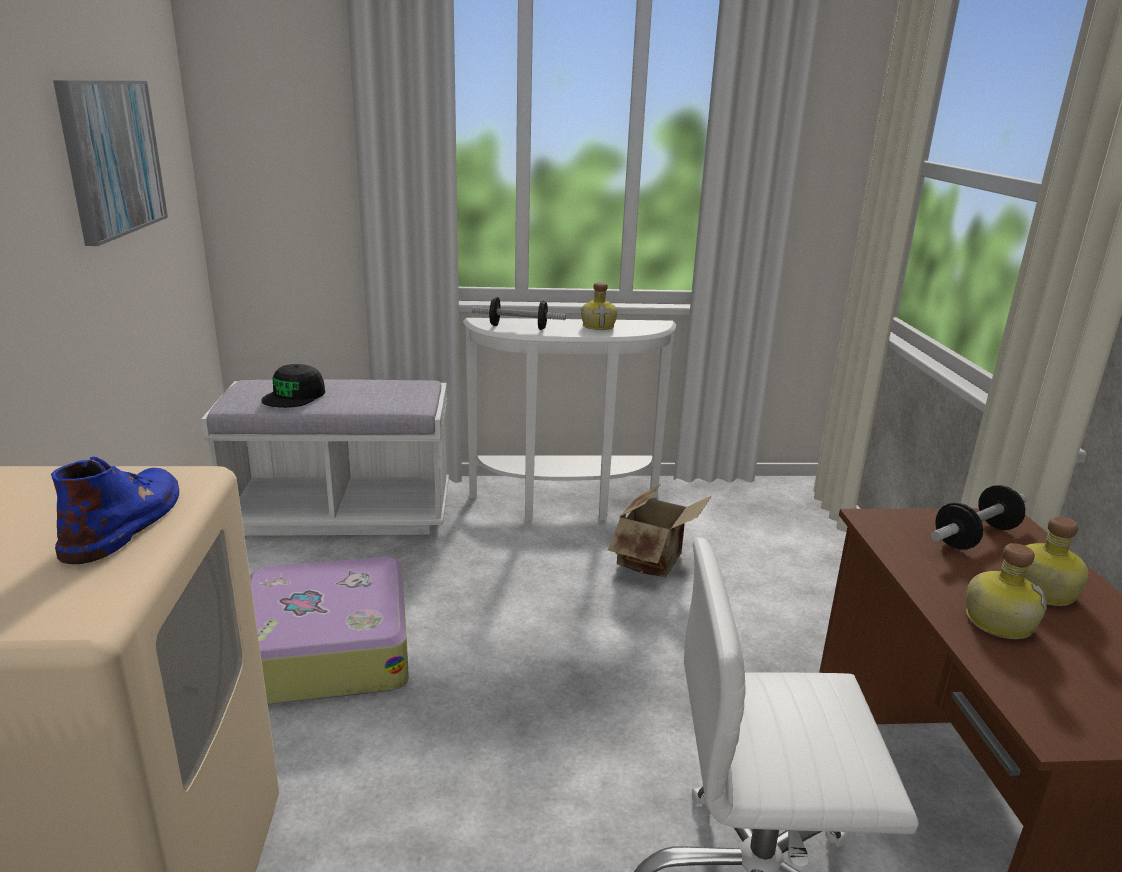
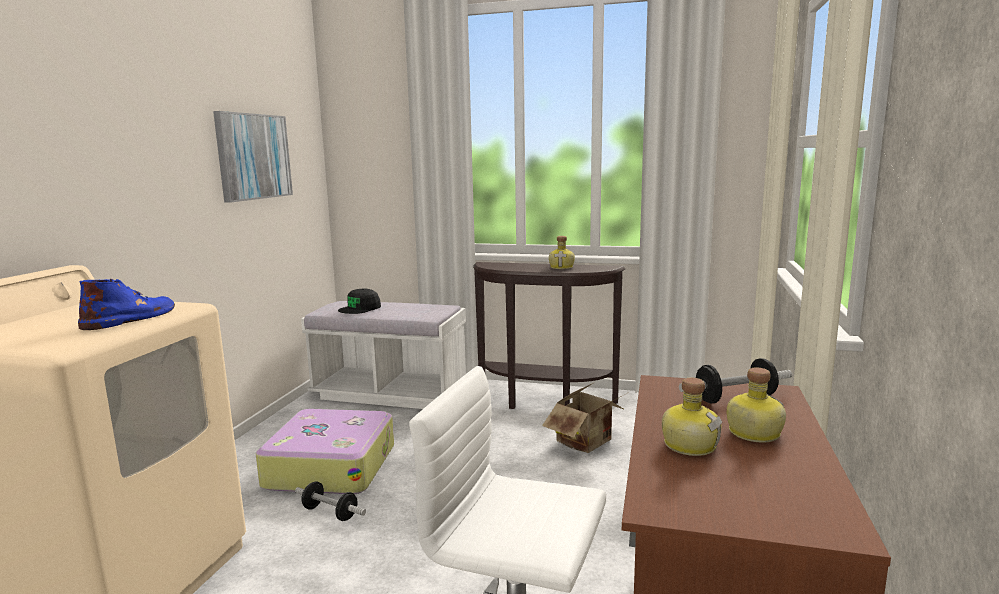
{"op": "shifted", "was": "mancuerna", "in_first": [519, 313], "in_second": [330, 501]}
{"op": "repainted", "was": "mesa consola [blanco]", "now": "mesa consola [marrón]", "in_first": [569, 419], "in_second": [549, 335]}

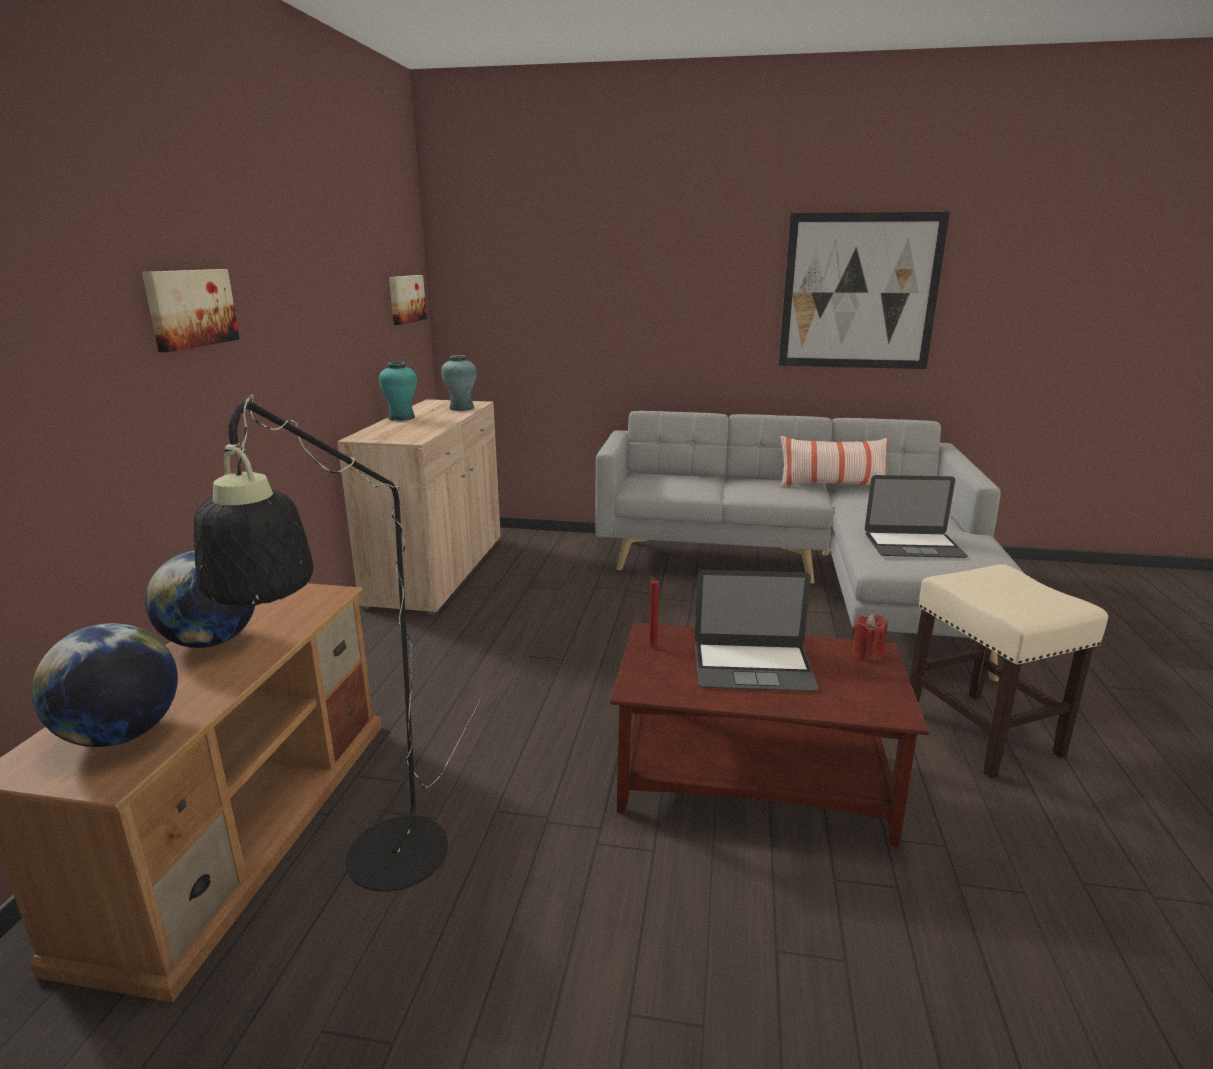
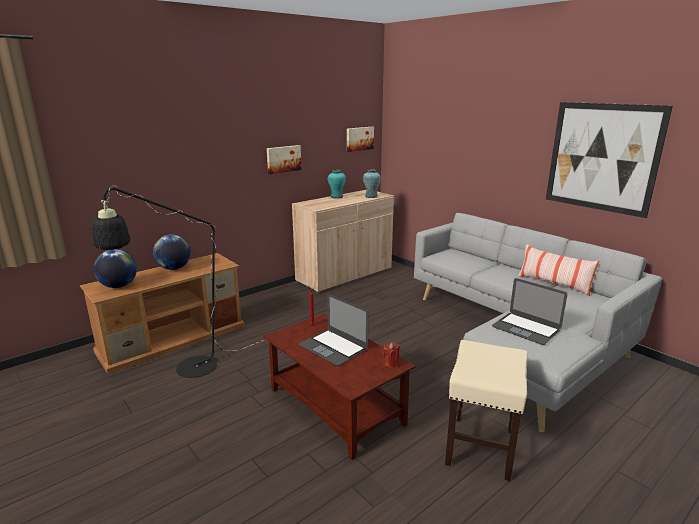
{"op": "shifted", "was": "cuadro", "in_first": [191, 310], "in_second": [284, 159]}

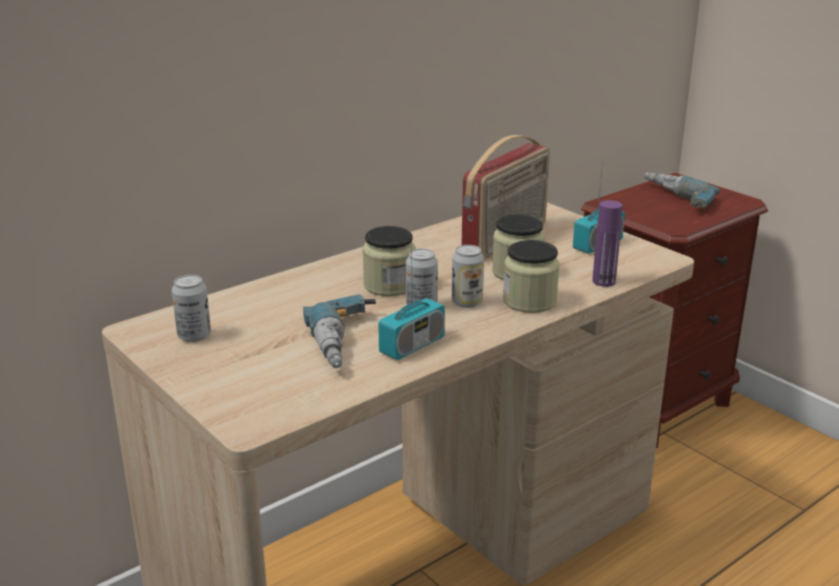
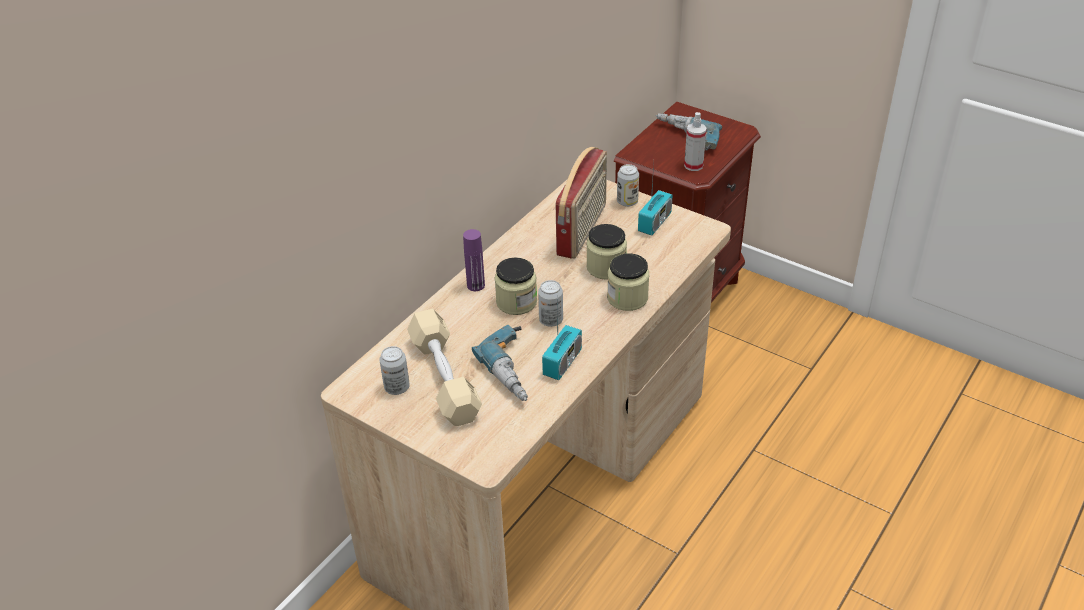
{"op": "new", "now": "mancuerna [beis]", "in_second": [444, 367]}
{"op": "new", "now": "pulverizador", "in_second": [695, 141]}
{"op": "shifted", "was": "lata", "in_first": [468, 276], "in_second": [628, 185]}
{"op": "shifted", "was": "botella [morado]", "in_first": [607, 243], "in_second": [474, 260]}

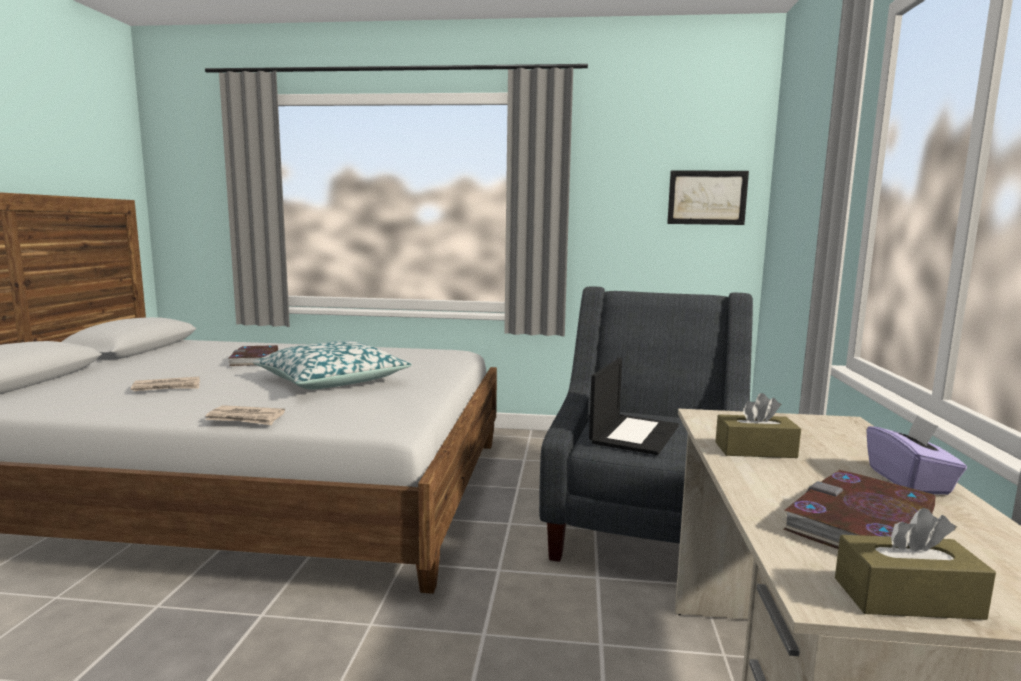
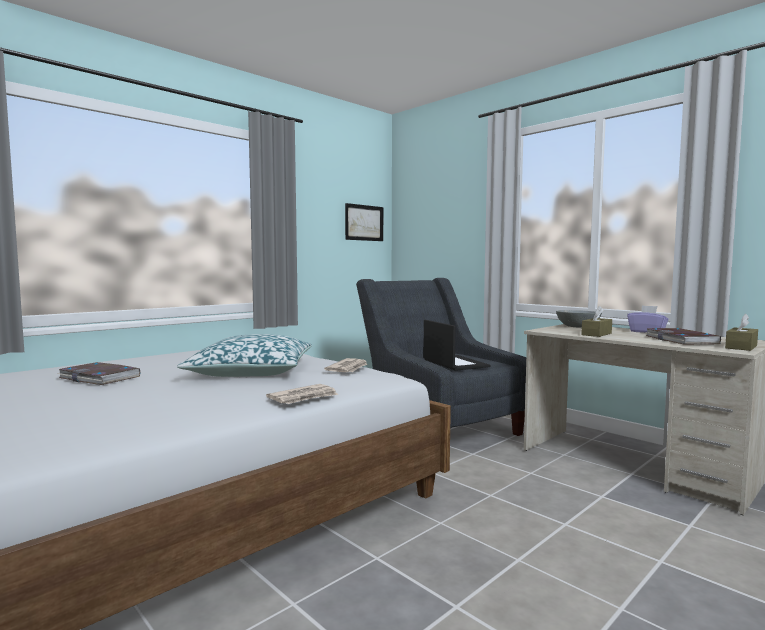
{"op": "new", "now": "cuenco [gris]", "in_second": [579, 319]}
{"op": "shifted", "was": "periódico", "in_first": [165, 384], "in_second": [346, 365]}

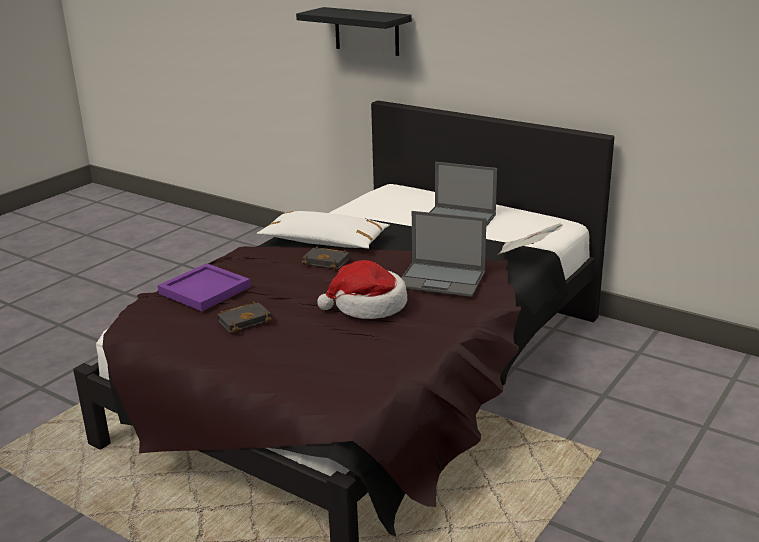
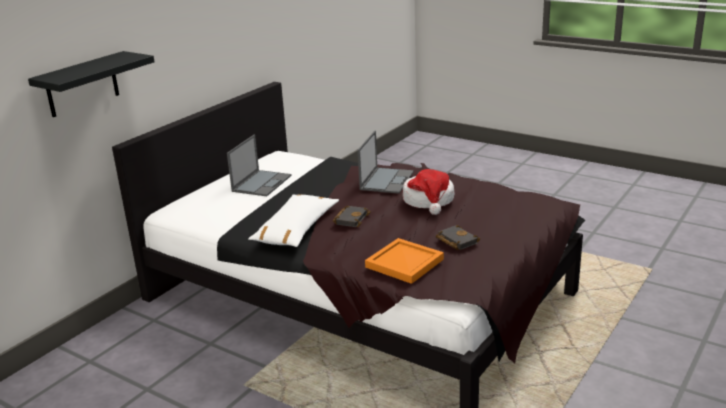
{"op": "gone", "was": "periódico", "in_first": [531, 238]}
{"op": "repainted", "was": "bandeja [morado]", "now": "bandeja [naranja]", "in_first": [204, 287], "in_second": [404, 261]}

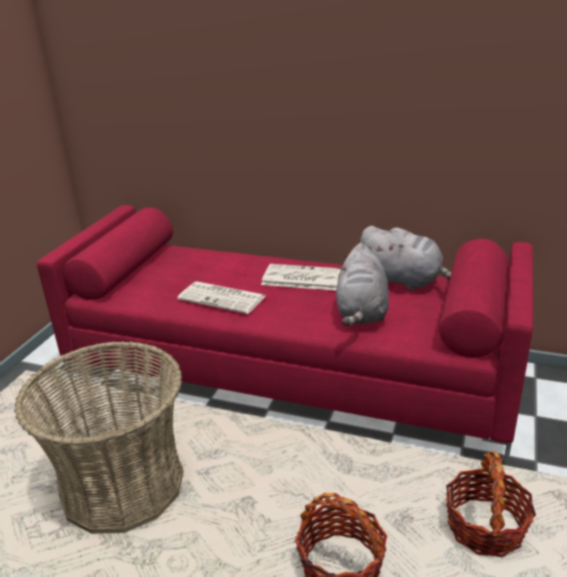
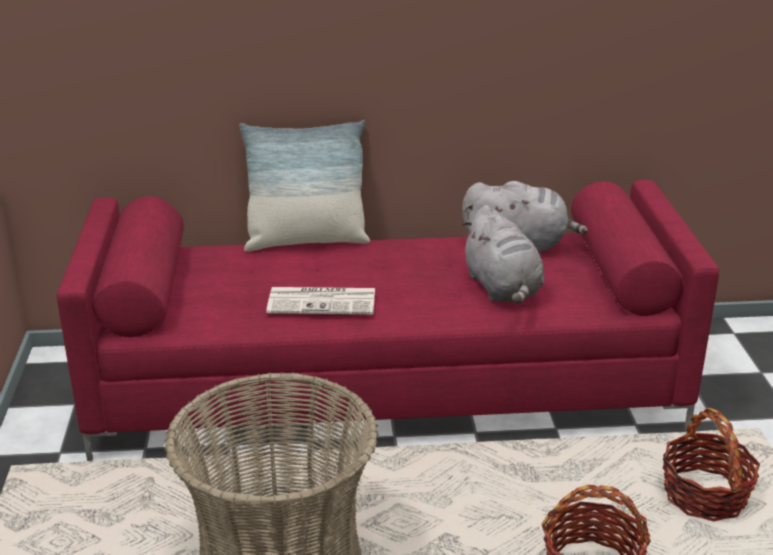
{"op": "gone", "was": "periódico", "in_first": [301, 277]}
{"op": "new", "now": "cojín", "in_second": [305, 186]}

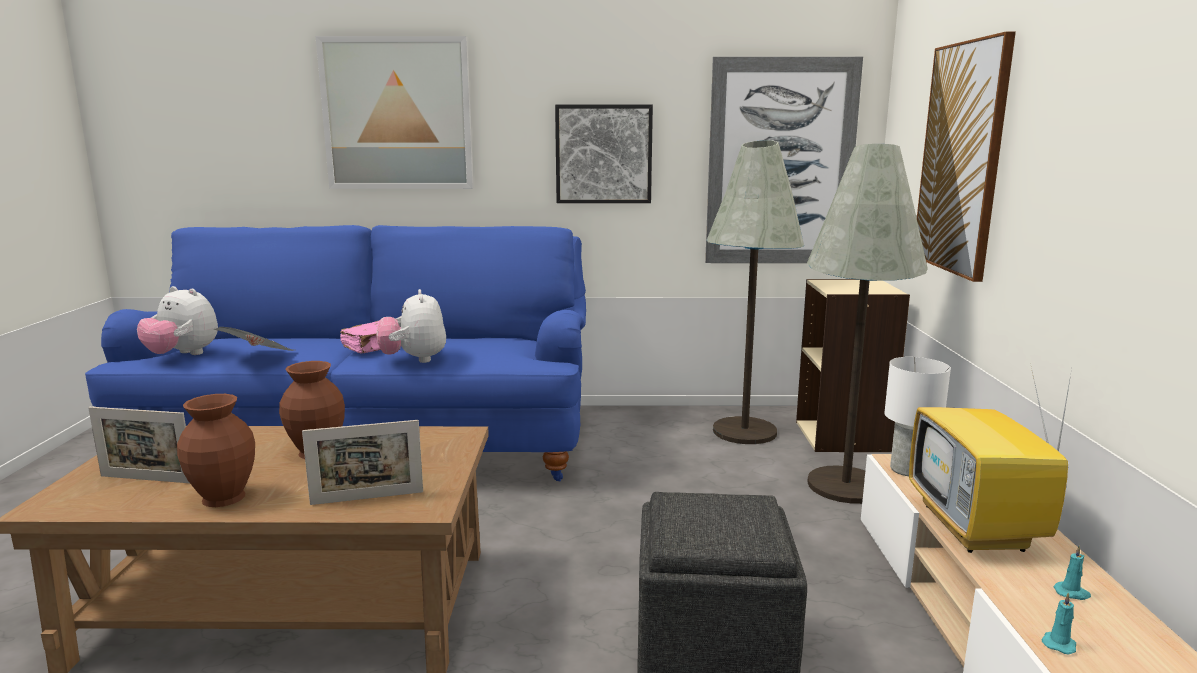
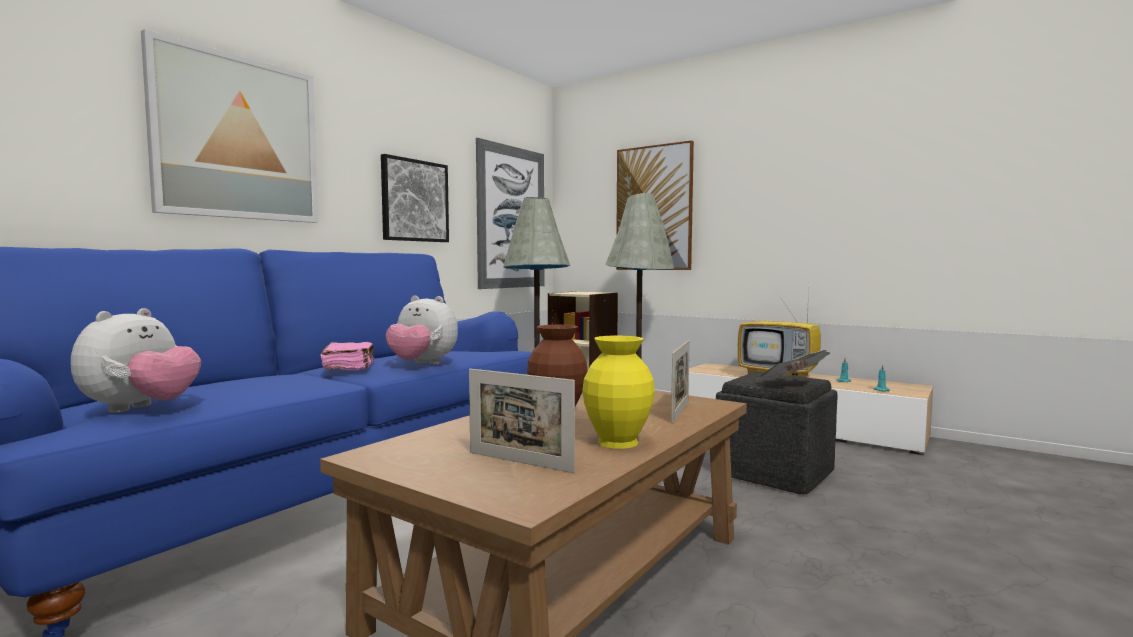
{"op": "gone", "was": "lámpara de mesa [blanco]", "in_first": [917, 416]}
{"op": "shifted", "was": "periódico", "in_first": [254, 339], "in_second": [793, 365]}
{"op": "repainted", "was": "florero [marrón]", "now": "florero [amarillo]", "in_first": [216, 450], "in_second": [618, 392]}
{"op": "rotated", "was": "portarretratos", "in_first": [138, 445], "in_second": [522, 421], "clockwise": 75}
{"op": "rotated", "was": "peluche", "in_first": [177, 320], "in_second": [136, 360], "clockwise": -45}

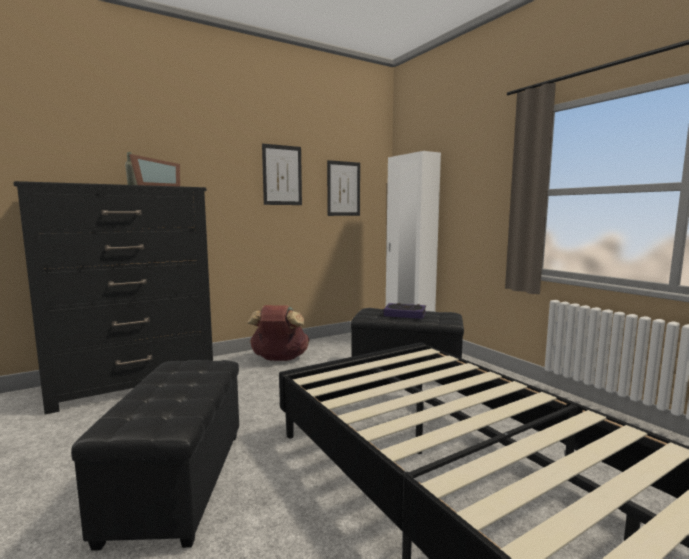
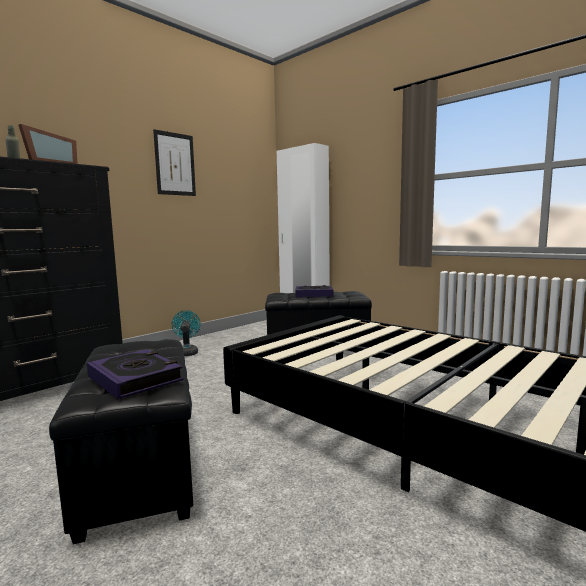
{"op": "gone", "was": "cuadro", "in_first": [343, 188]}
{"op": "new", "now": "libro", "in_second": [135, 374]}
{"op": "swapped", "was": "mochila [marrón]", "now": "ventilador [turquesa]", "in_first": [278, 333], "in_second": [186, 333]}

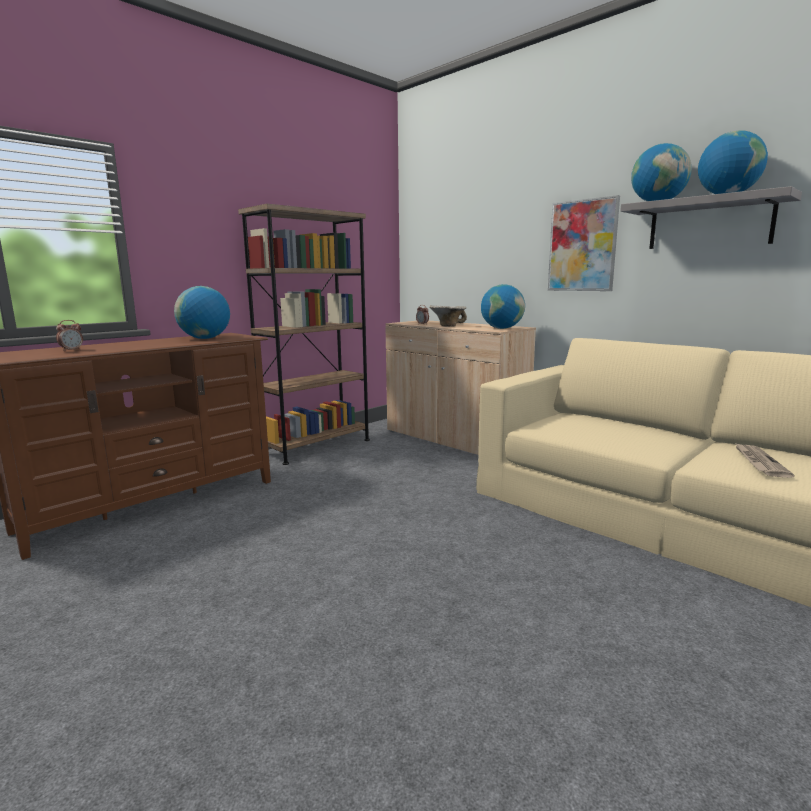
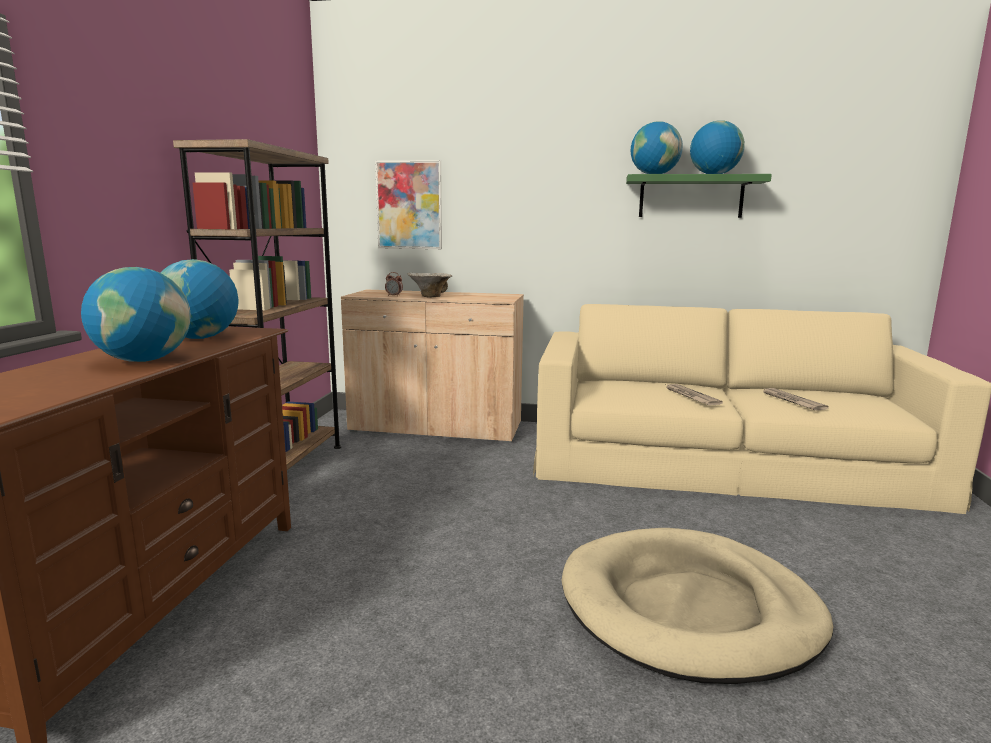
{"op": "gone", "was": "despertador", "in_first": [69, 336]}
{"op": "new", "now": "cama para perro [beis]", "in_second": [697, 606]}
{"op": "new", "now": "periódico", "in_second": [693, 394]}
{"op": "shifted", "was": "globo terráqueo", "in_first": [503, 306], "in_second": [136, 314]}
{"op": "shifted", "was": "cuadro", "in_first": [584, 243], "in_second": [408, 204]}
{"op": "repainted", "was": "estante [gris]", "now": "estante [verde]", "in_first": [711, 217], "in_second": [699, 196]}

